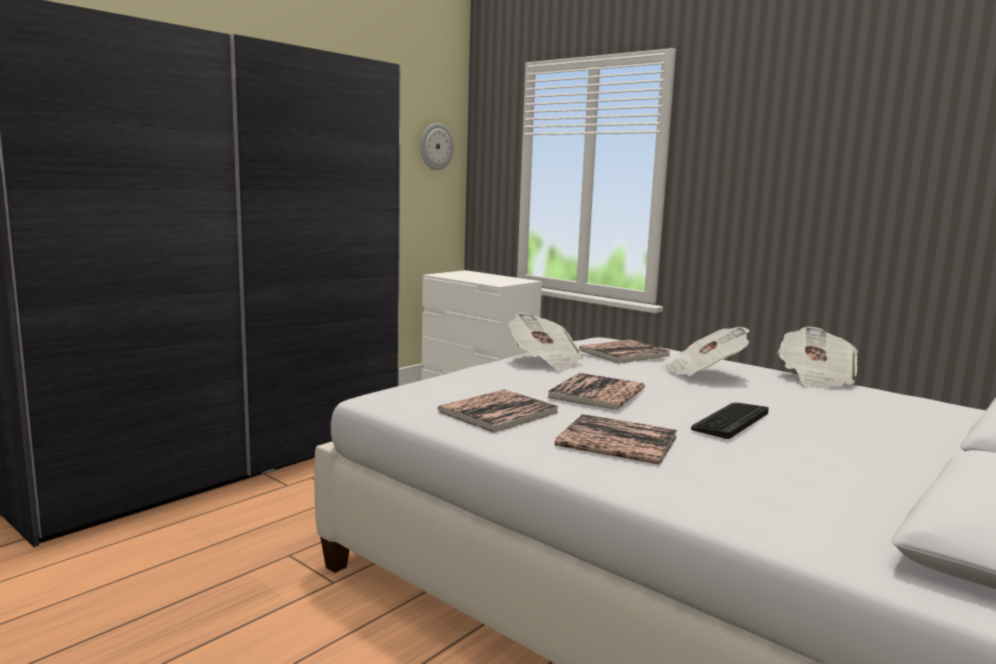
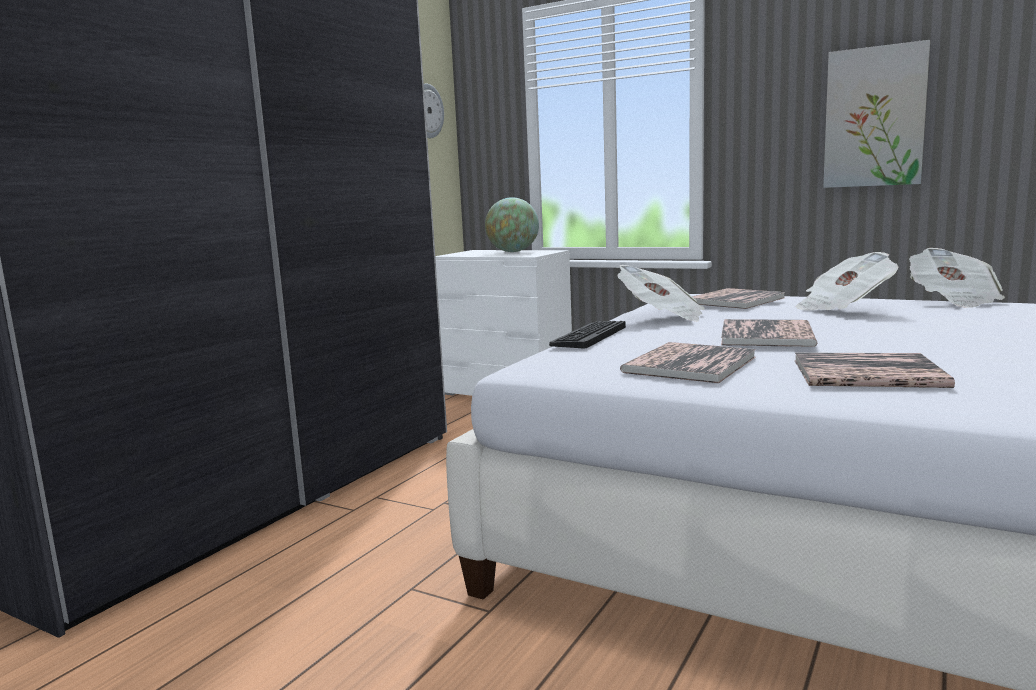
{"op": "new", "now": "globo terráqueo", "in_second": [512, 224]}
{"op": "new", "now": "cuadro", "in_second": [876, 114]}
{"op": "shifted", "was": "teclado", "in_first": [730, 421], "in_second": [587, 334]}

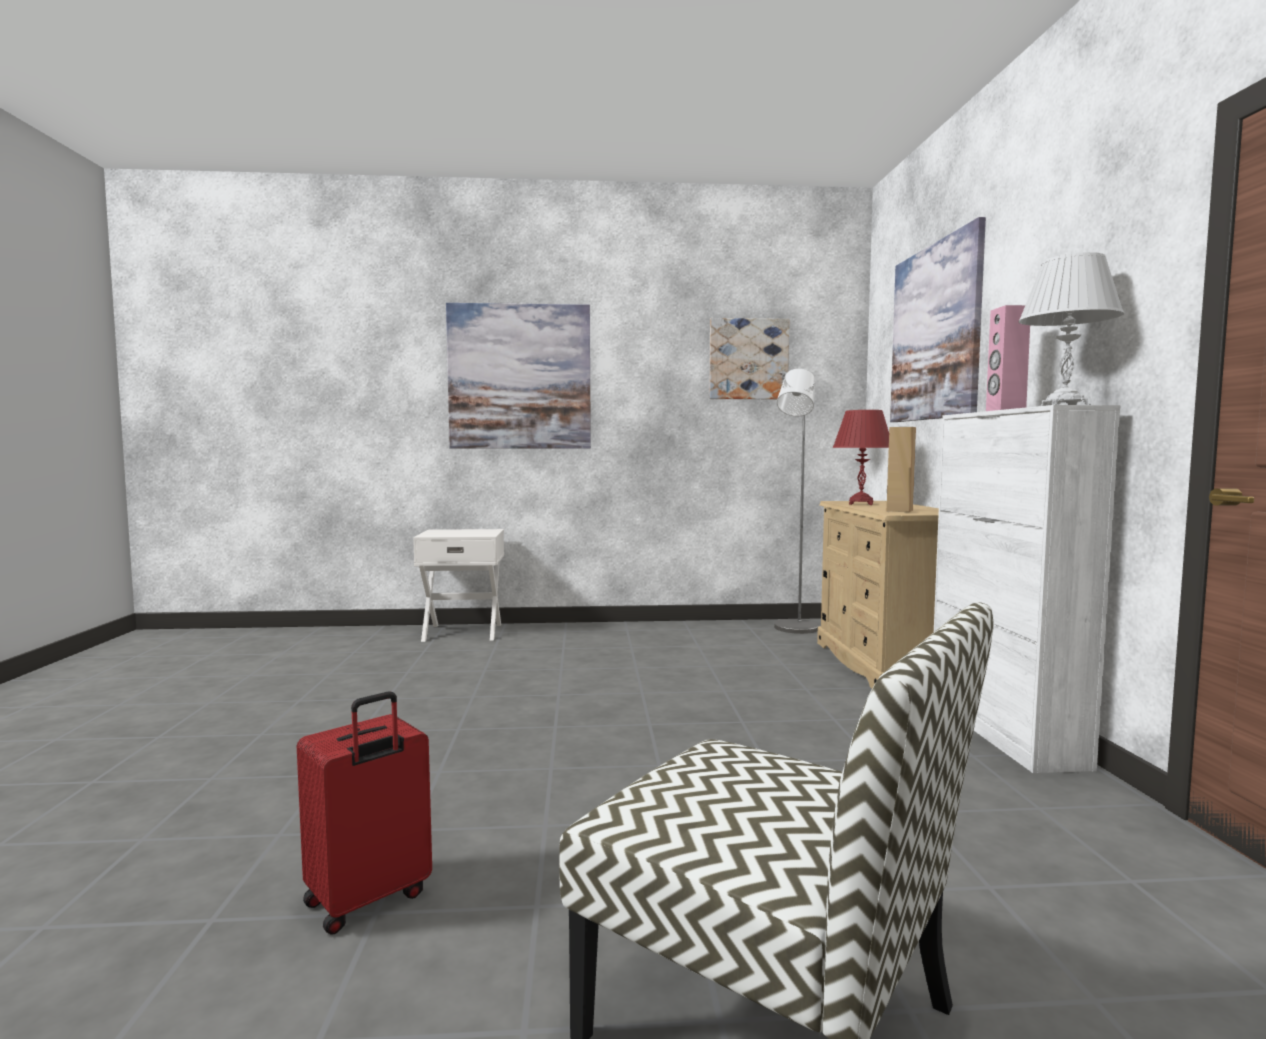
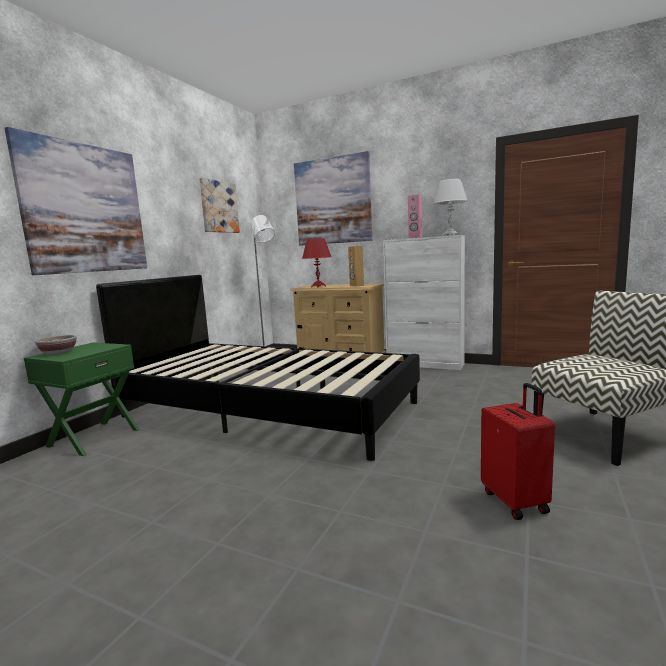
{"op": "new", "now": "cuenco", "in_second": [56, 345]}
{"op": "new", "now": "cama [negro]", "in_second": [258, 368]}
{"op": "repainted", "was": "mesita de noche [blanco]", "now": "mesita de noche [verde]", "in_first": [458, 585], "in_second": [82, 399]}

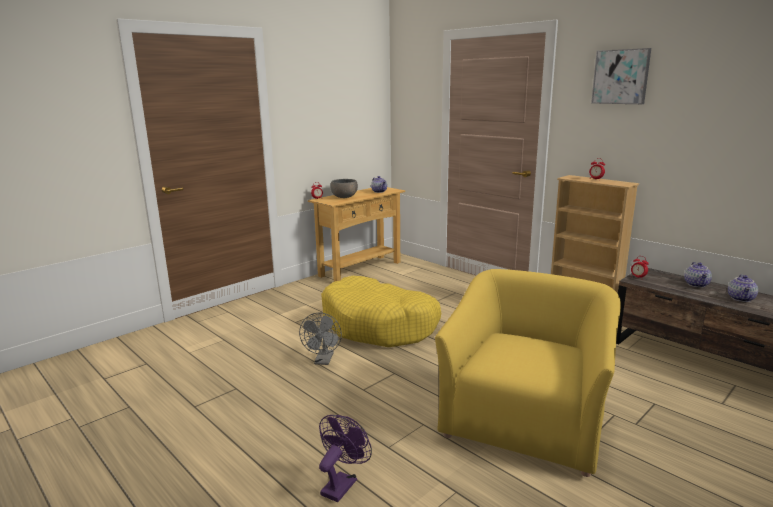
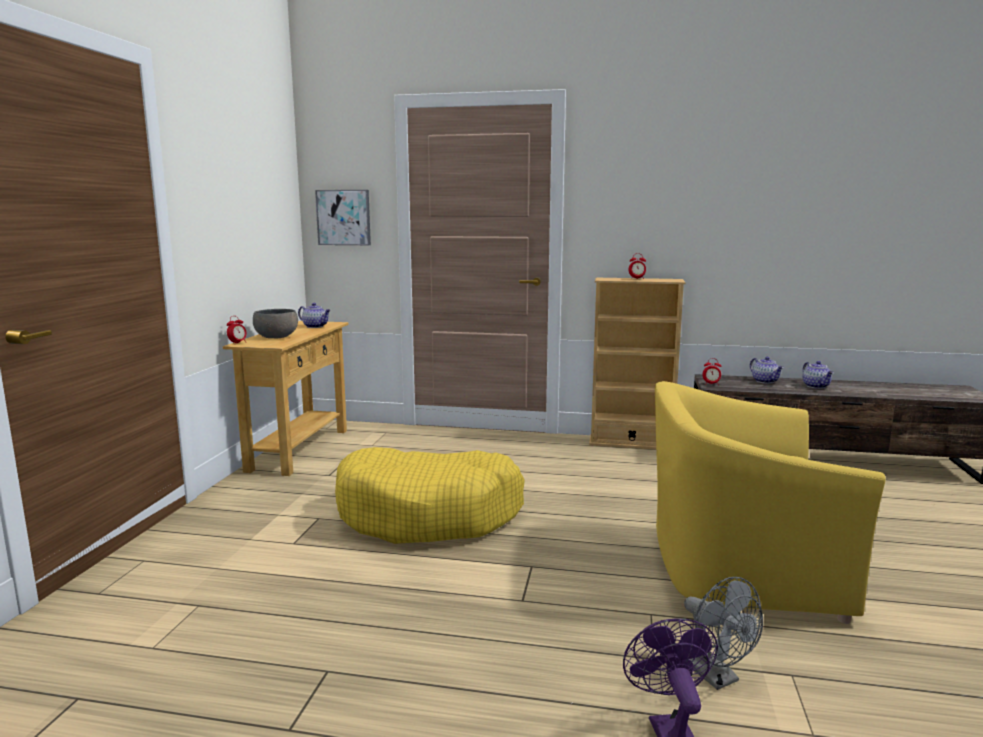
{"op": "shifted", "was": "ventilador [gris]", "in_first": [320, 338], "in_second": [723, 633]}
{"op": "shifted", "was": "cuadro", "in_first": [621, 76], "in_second": [343, 217]}
{"op": "rotated", "was": "sillón [amarillo]", "in_first": [528, 373], "in_second": [770, 502], "clockwise": -75}

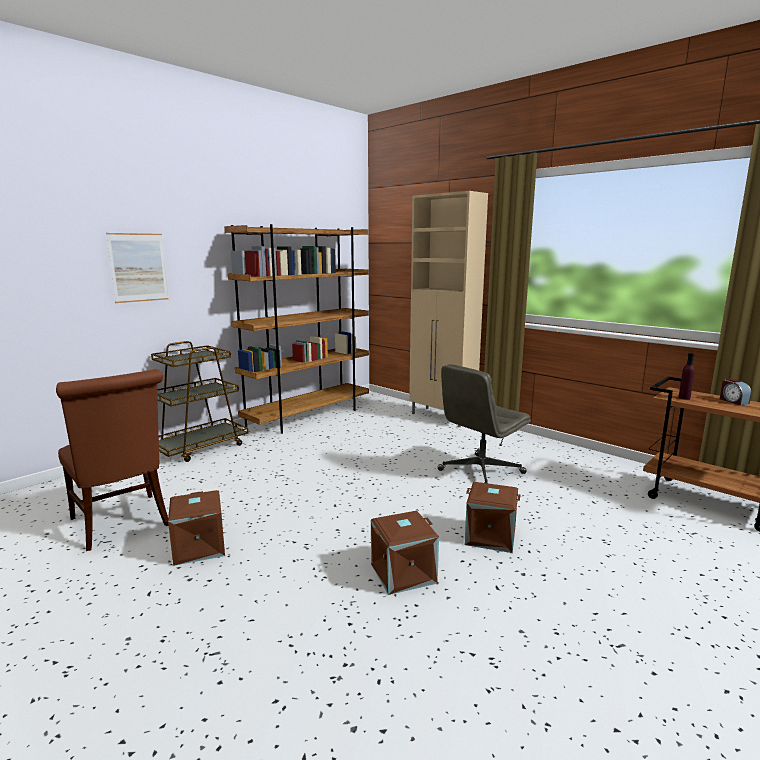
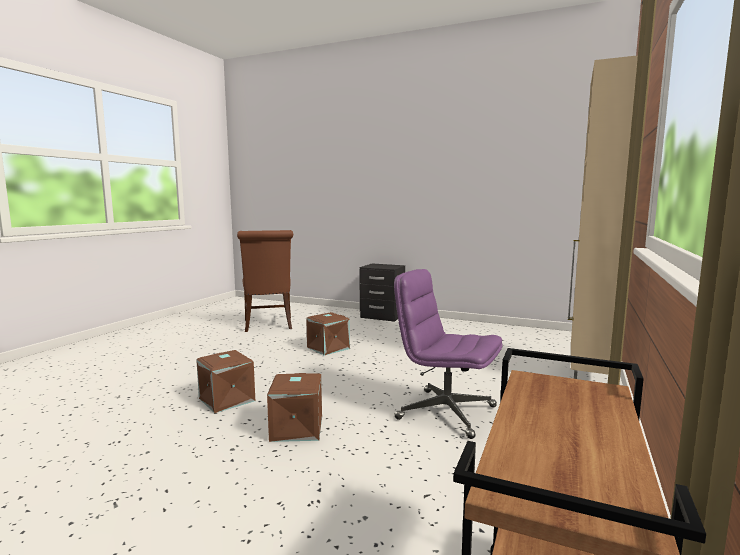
{"op": "gone", "was": "cuadro", "in_first": [137, 268]}
{"op": "gone", "was": "estantería [marrón]", "in_first": [296, 329]}
{"op": "gone", "was": "botella [morado]", "in_first": [687, 376]}
{"op": "gone", "was": "despertador", "in_first": [735, 392]}
{"op": "shifted", "was": "caja de almacenaje [marrón]", "in_first": [196, 528], "in_second": [328, 334]}
{"op": "swapped", "was": "carrito [marrón]", "now": "mesita de noche [negro]", "in_first": [200, 401], "in_second": [382, 293]}
{"op": "repainted", "was": "silla de oficina [gris]", "now": "silla de oficina [morado]", "in_first": [484, 423], "in_second": [448, 354]}
{"op": "rotated", "was": "silla [marrón]", "in_first": [112, 460], "in_second": [265, 281], "clockwise": -45}

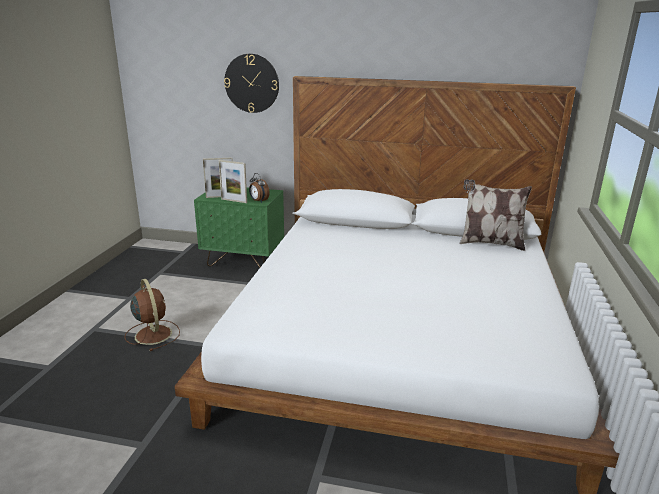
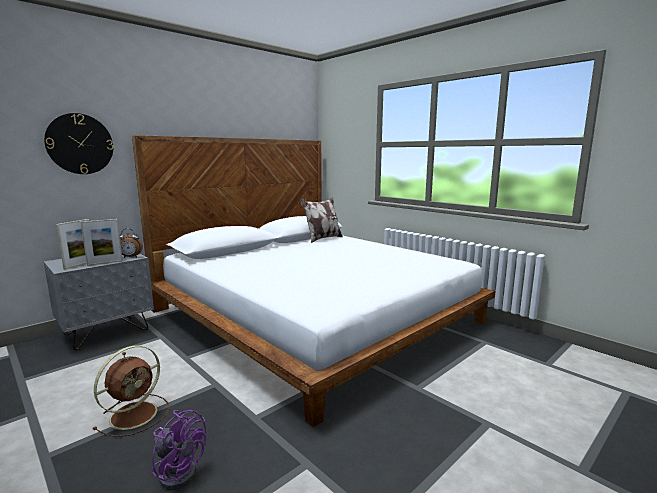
{"op": "new", "now": "ventilador [morado]", "in_second": [179, 450]}
{"op": "repainted", "was": "mesita de noche [verde]", "now": "mesita de noche [gris]", "in_first": [239, 227], "in_second": [99, 301]}
{"op": "rotated", "was": "ventilador [marrón]", "in_first": [152, 315], "in_second": [131, 391], "clockwise": 120}

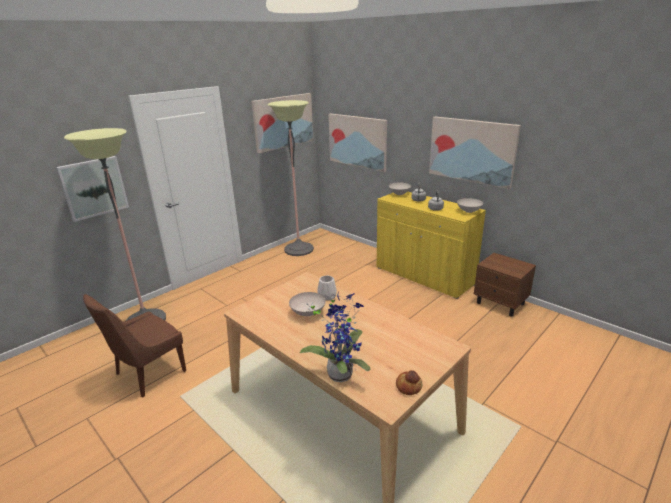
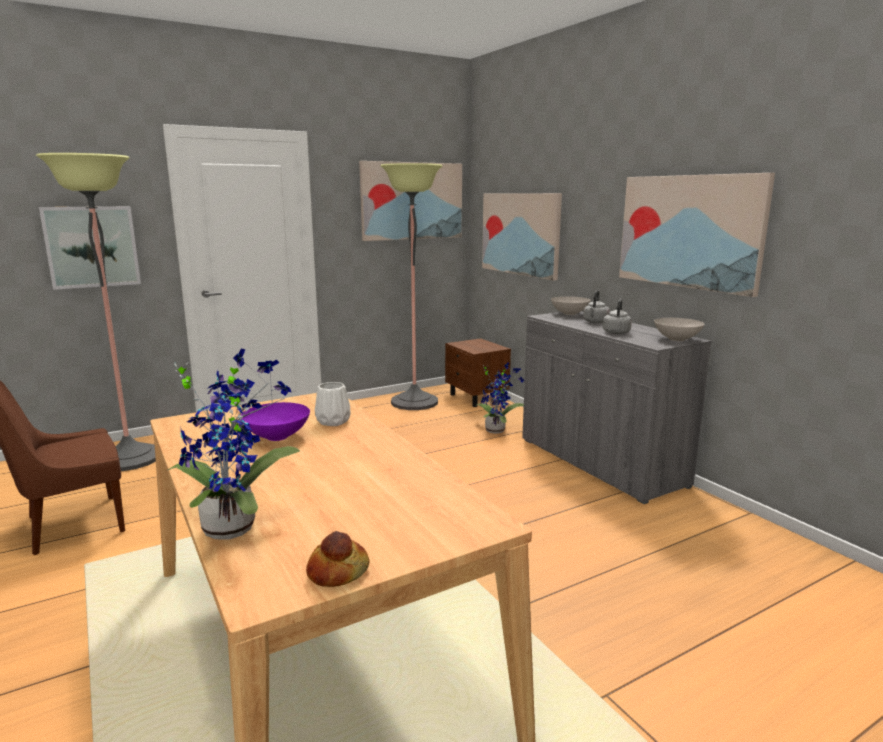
{"op": "new", "now": "planta en maceta", "in_second": [500, 398]}
{"op": "shifted", "was": "mesita de noche [marrón]", "in_first": [505, 285], "in_second": [478, 372]}
{"op": "repainted", "was": "cuenco [blanco]", "now": "cuenco [morado]", "in_first": [307, 304], "in_second": [275, 421]}
{"op": "repainted", "was": "armario [amarillo]", "now": "armario [gris]", "in_first": [431, 245], "in_second": [617, 407]}

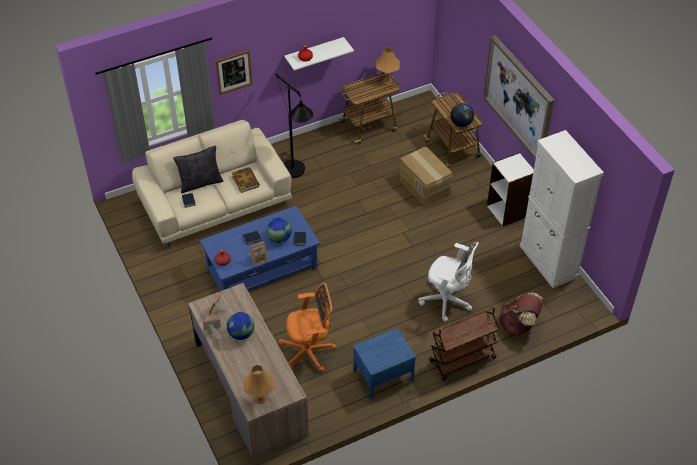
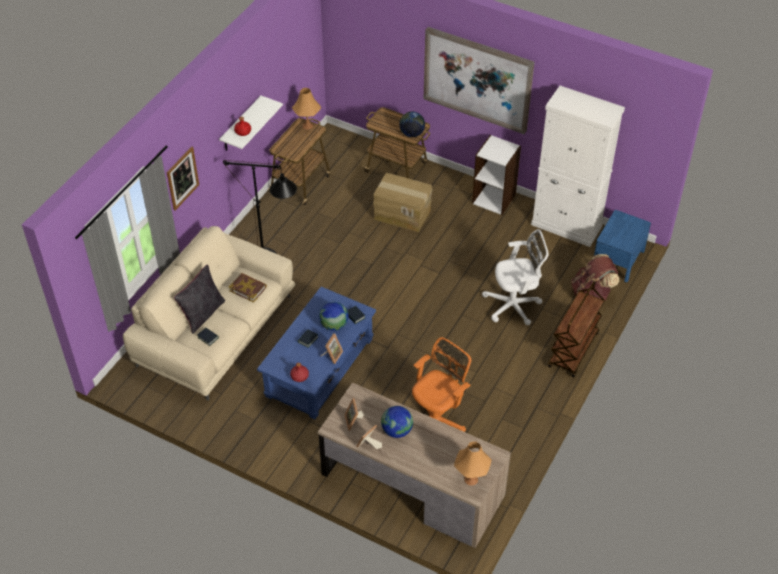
{"op": "shifted", "was": "mesita de noche [azul]", "in_first": [384, 363], "in_second": [622, 246]}

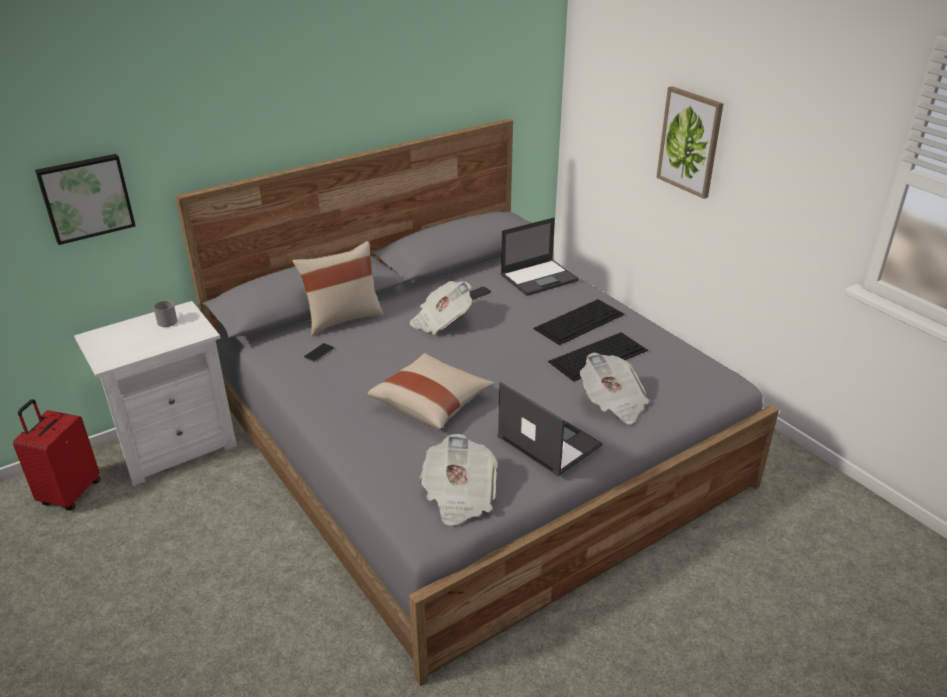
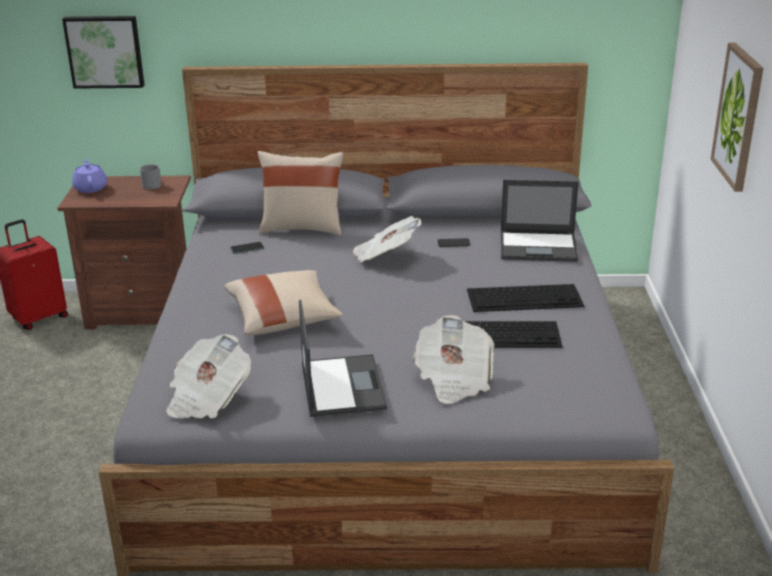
{"op": "new", "now": "tetera [morado]", "in_second": [89, 176]}
{"op": "repainted", "was": "mesita de noche [blanco]", "now": "mesita de noche [marrón]", "in_first": [155, 393], "in_second": [124, 252]}

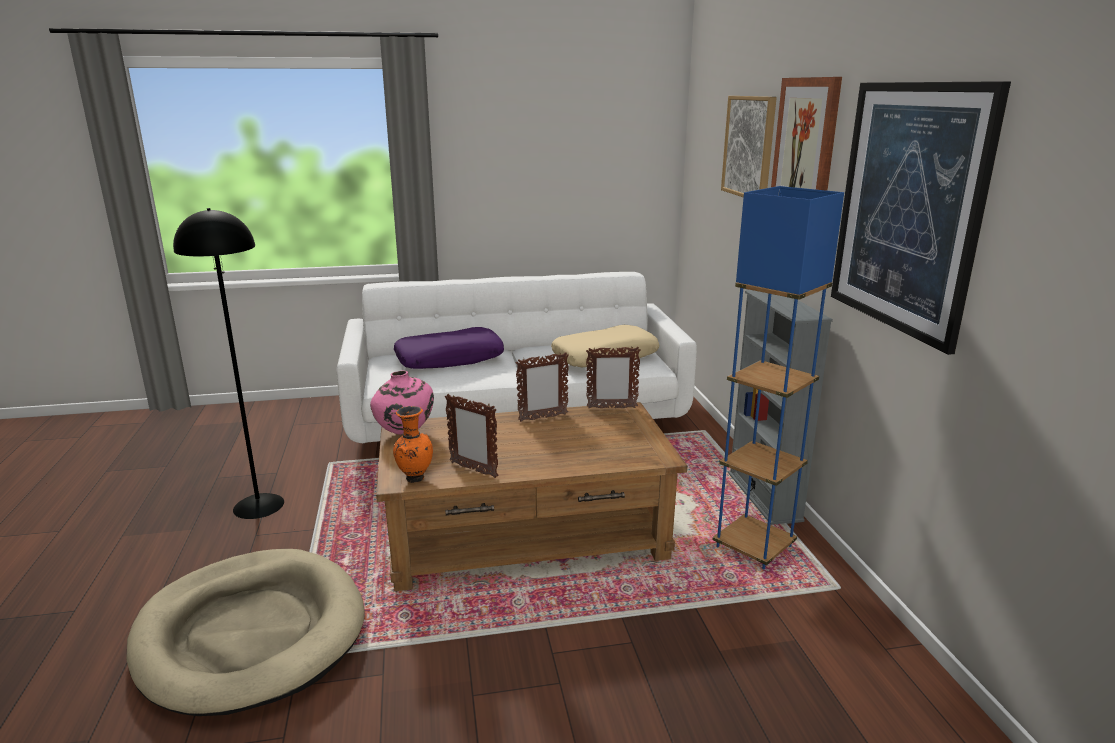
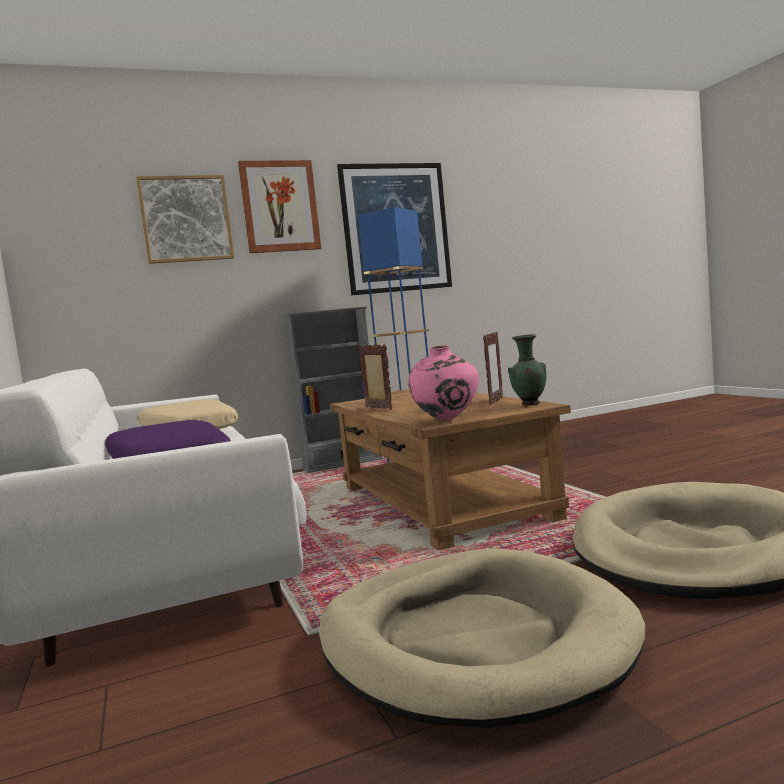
{"op": "gone", "was": "portarretratos", "in_first": [613, 377]}
{"op": "swapped", "was": "lámpara de pie [negro]", "now": "cama para perro [beis]", "in_first": [228, 363], "in_second": [482, 638]}
{"op": "repainted", "was": "florero [naranja]", "now": "florero [verde]", "in_first": [413, 444], "in_second": [527, 370]}

